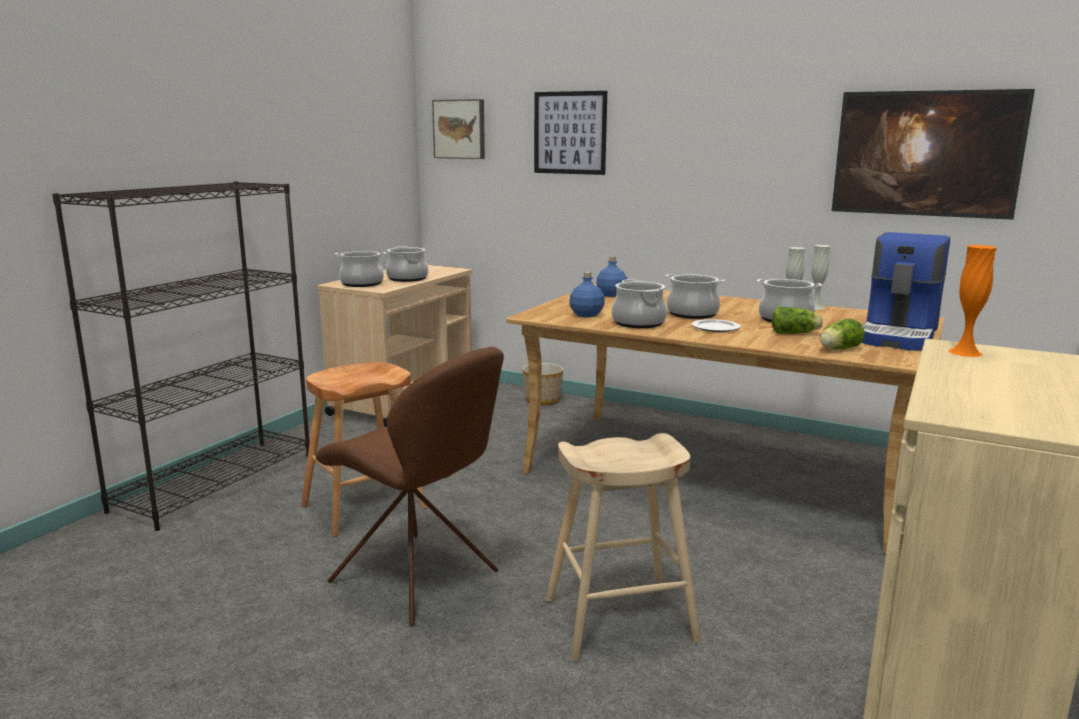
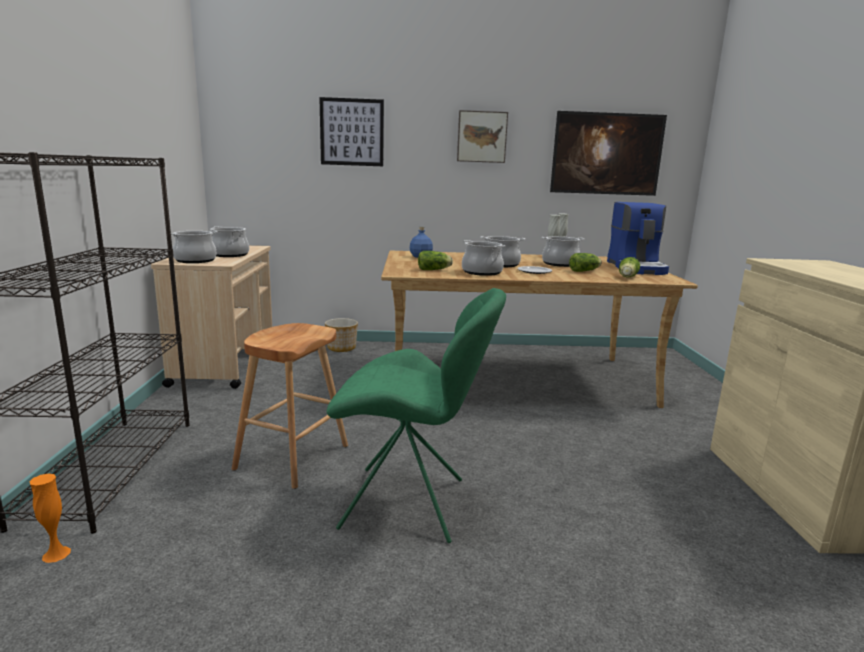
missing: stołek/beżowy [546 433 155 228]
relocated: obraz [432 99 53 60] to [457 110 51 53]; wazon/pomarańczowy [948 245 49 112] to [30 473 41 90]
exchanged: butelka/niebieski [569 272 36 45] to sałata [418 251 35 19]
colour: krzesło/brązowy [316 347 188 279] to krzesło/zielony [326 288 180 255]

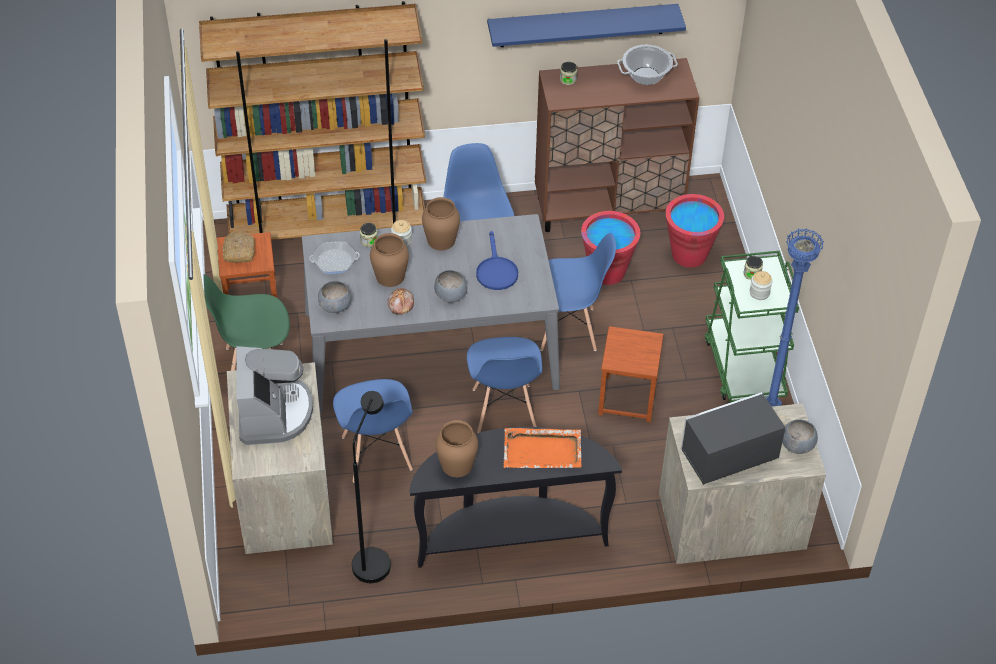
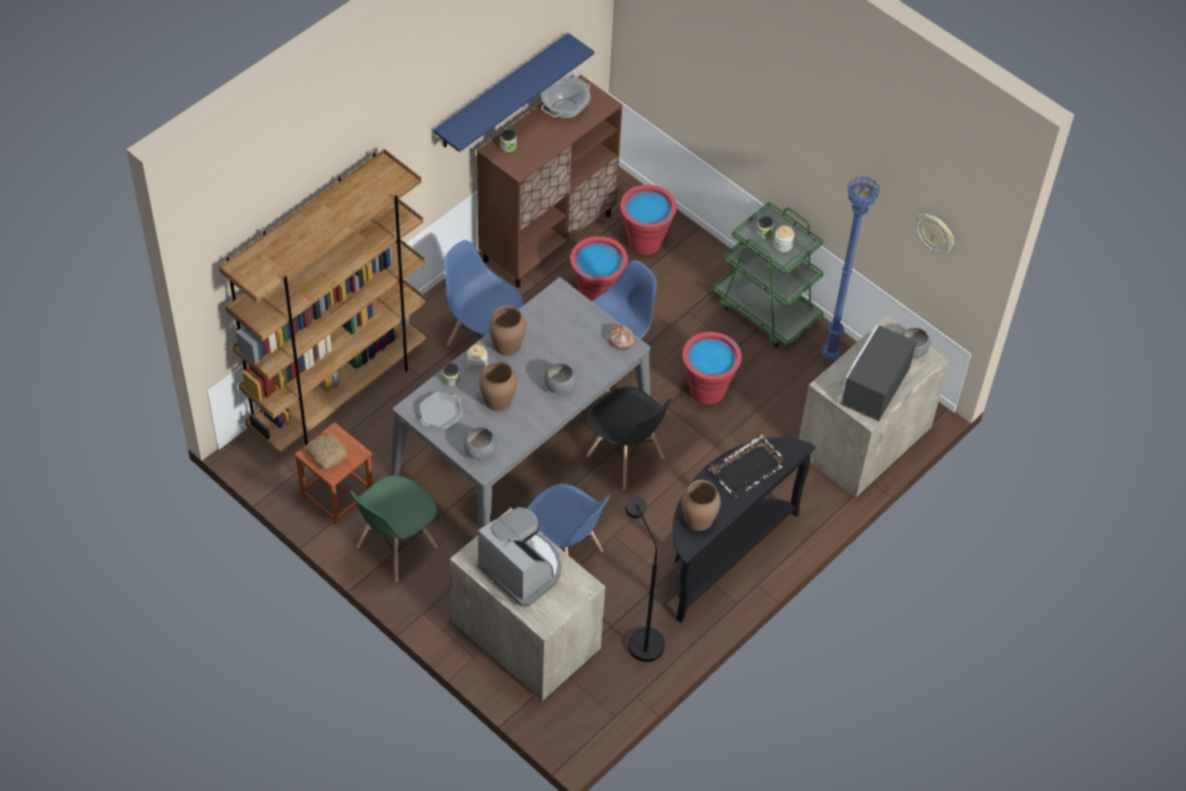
missing: patelnia/niebieski [476 231 42 59]
appeared: zegar ścienny [916 213 38 40]
relocated: chleb [388 288 26 27] to [608 325 27 25]
exchanged: stołek/brązowy [598 326 66 96] to wiadro/czerwony [683 332 59 72]
colour: krzesło/niebieski [467 337 75 96] to krzesło/czarny [586 386 86 104]; taca/pomarańczowy [503 428 79 40] to taca/czarny [708 434 81 65]

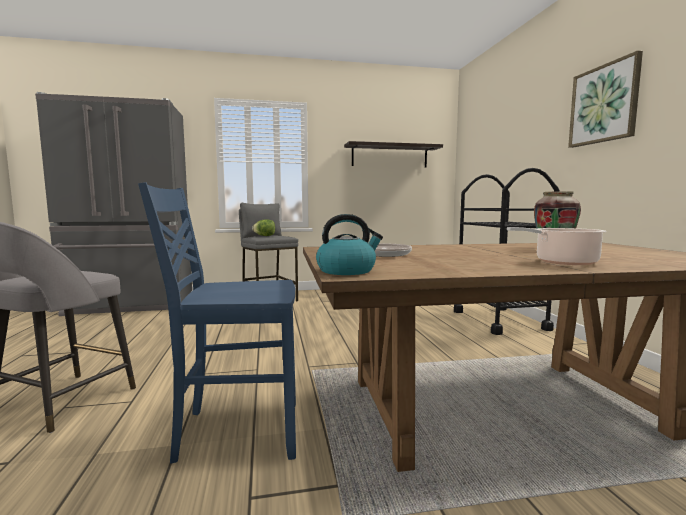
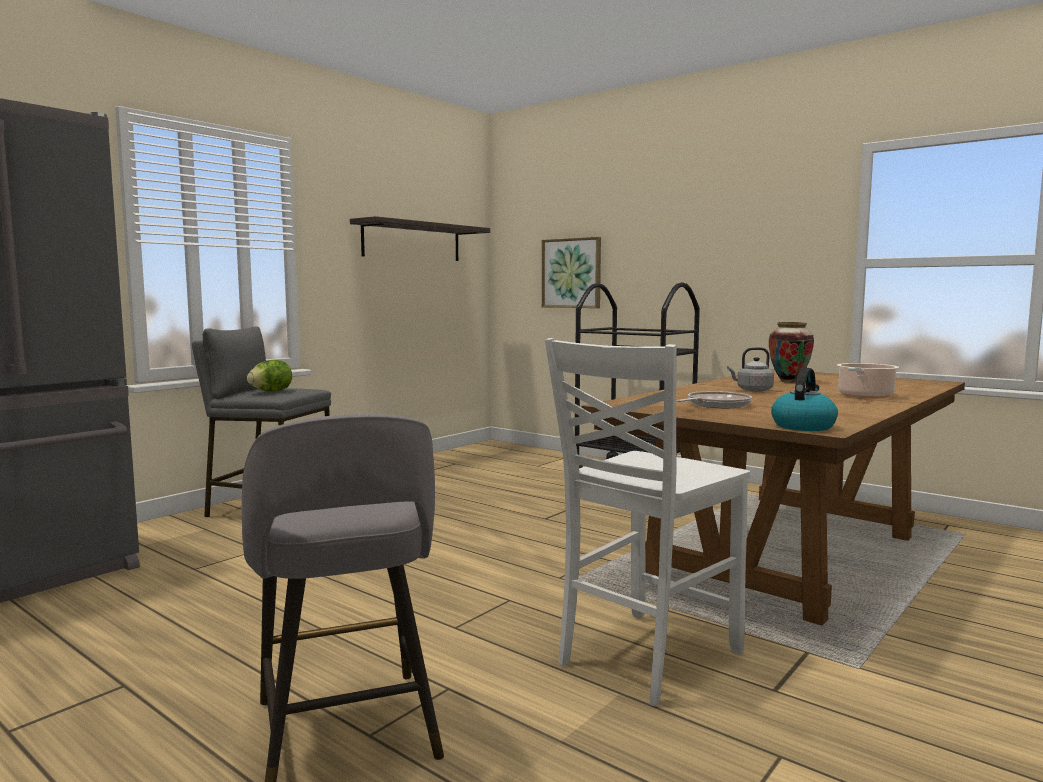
appeared: czajnik/szary [727 347 47 45]
relocated: obraz [568 50 75 98] to [542 237 59 71]
colour: krzesło/niebieski [138 182 158 282] to krzesło/biały [545 338 205 369]

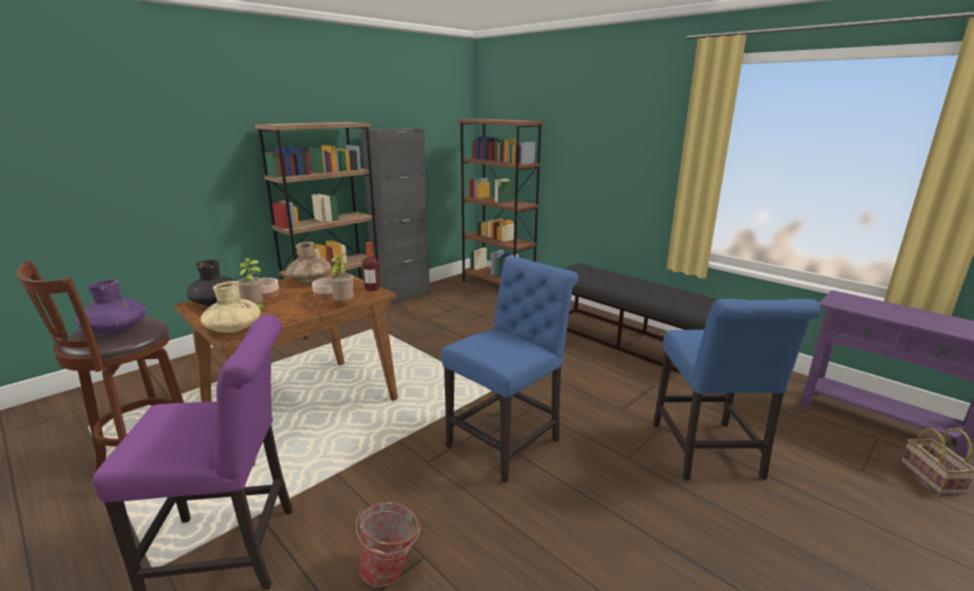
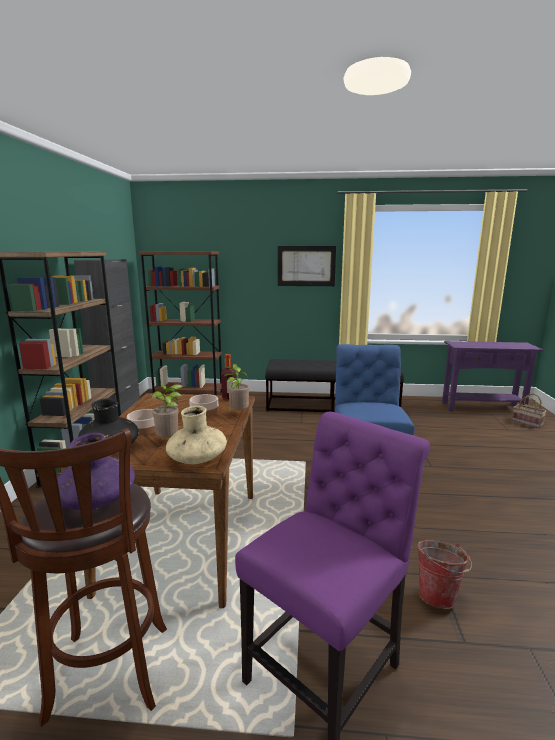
missing: wazon/brązowy [286 242 45 41]; krzesło/niebieski [653 299 168 181]
appeared: obraz [278 246 58 40]

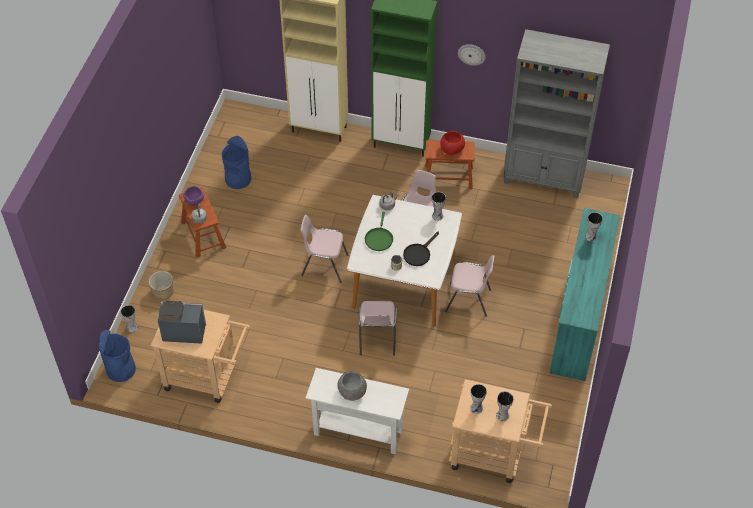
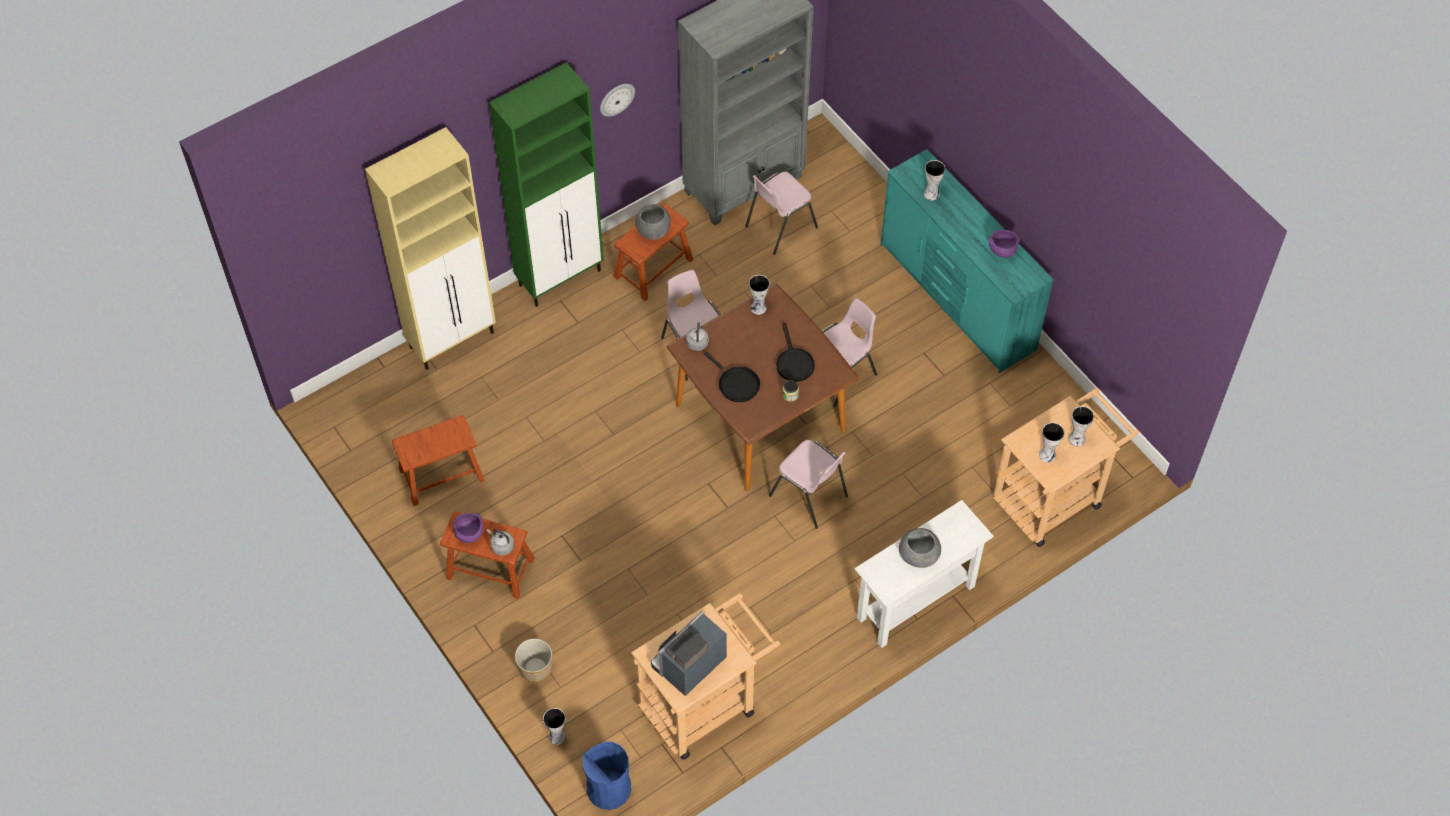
appeared: miska/fioletowy [988 230 32 28]
relocated: krzesło/różowy [301 215 48 68] to [745 172 73 83]
exchanged: kosz na śmieci/niebieski [222 136 29 53] to stołek/brązowy [392 415 92 91]
colour: stół jadalny/biały [347 195 115 132] to stół jadalny/brązowy [667 283 192 208]; patelnia/zielony [365 212 28 39] to patelnia/czarny [704 352 56 50]; miska/czerwony [440 131 25 24] to miska/szary [635 204 36 36]

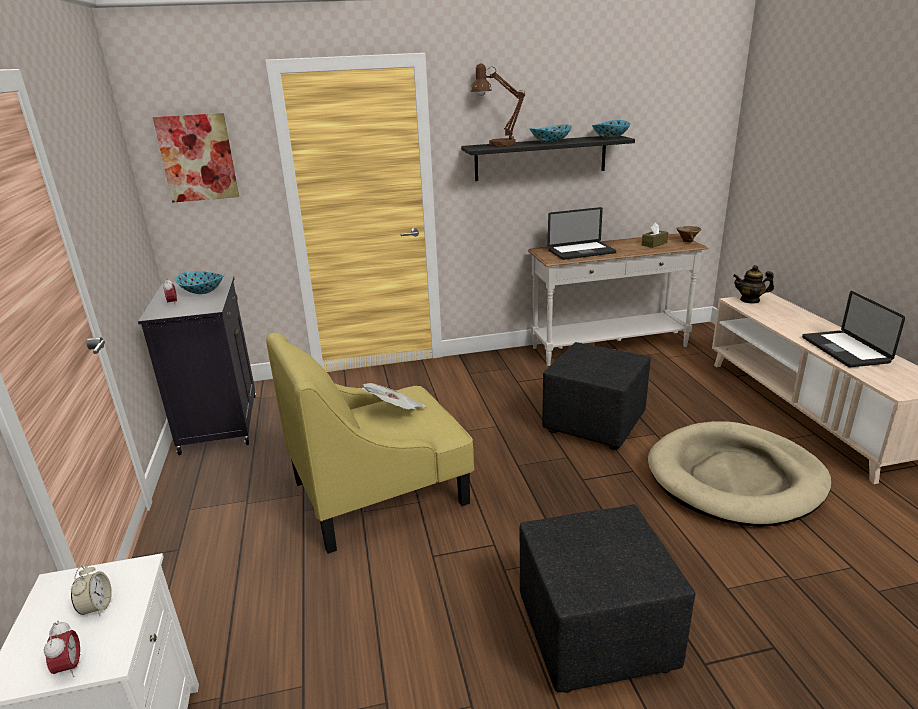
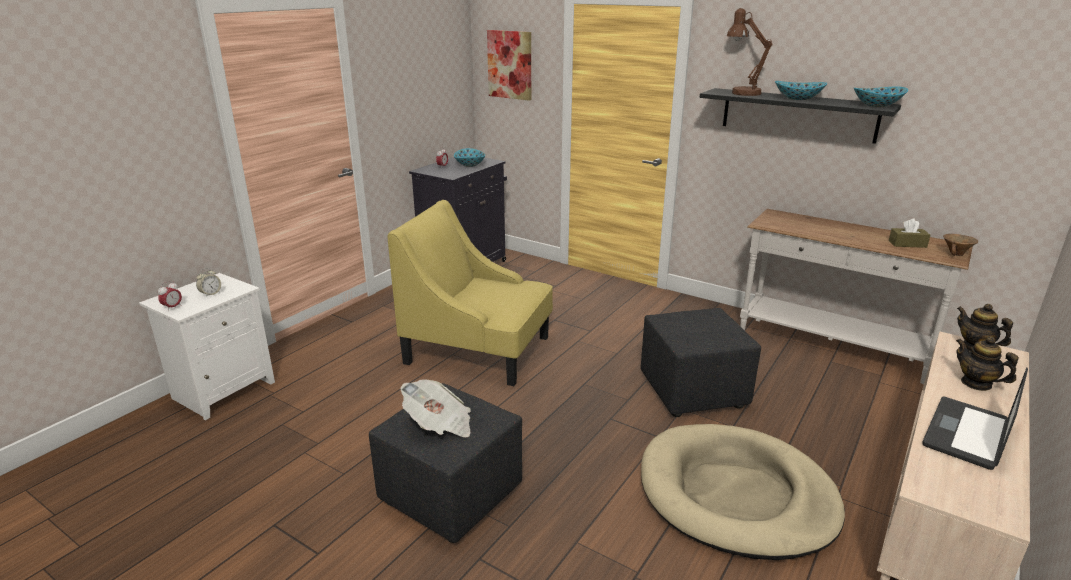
missing: laptop [548 207 68 53]
appeared: imbryk [956 336 63 55]
relocated: gazeta [361 383 66 27] to [401 379 70 59]

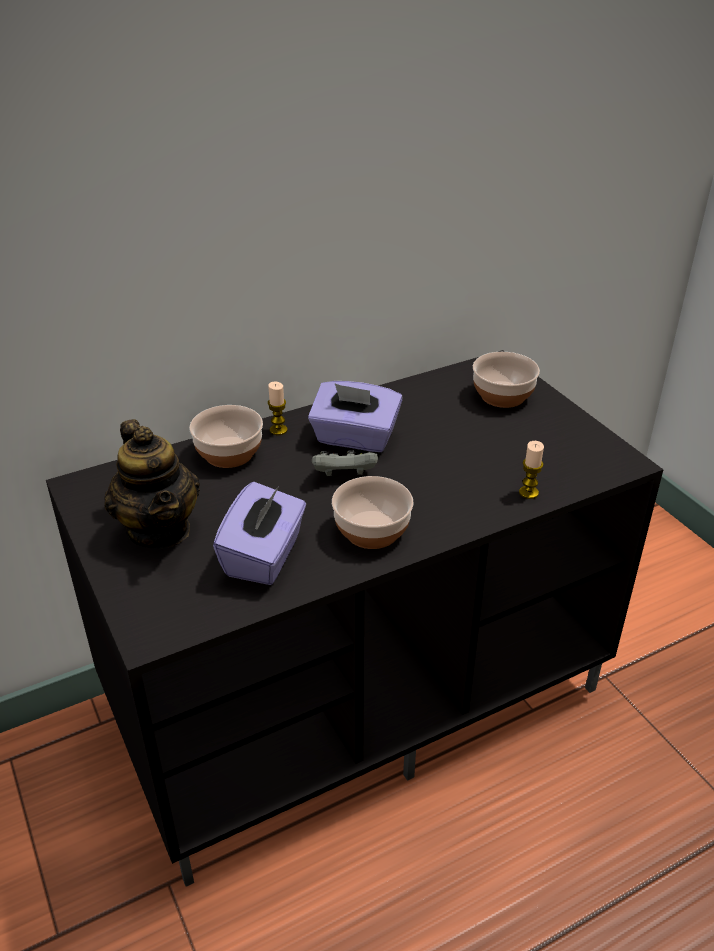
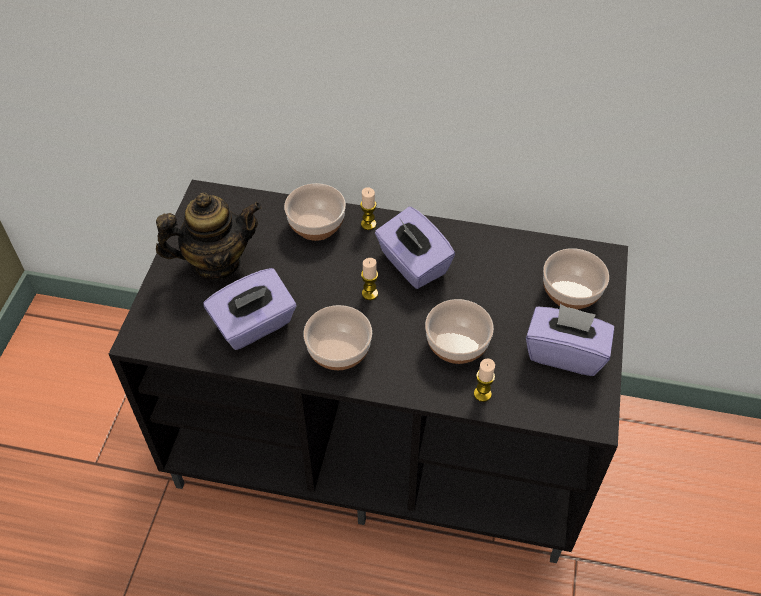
appeared: miska [425 299 69 65]; pudełko chusteczek/fioletowy [526 304 88 72]
exchanged: pad do gier/szary [312 450 66 26] to świeca [361 258 17 42]
spun: imbryk [104 419 96 130] = [156 193 106 87] 120 degrees counterclockwise

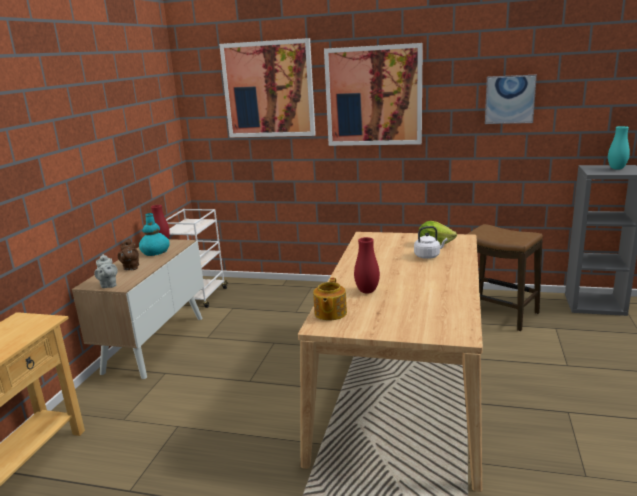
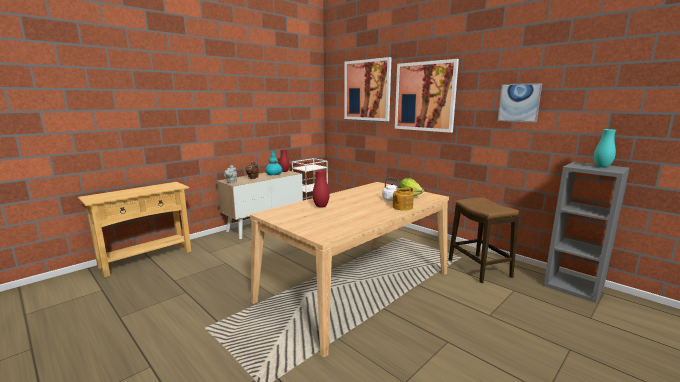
relocated: imbryk [313 278 34 42] to [393 187 21 24]

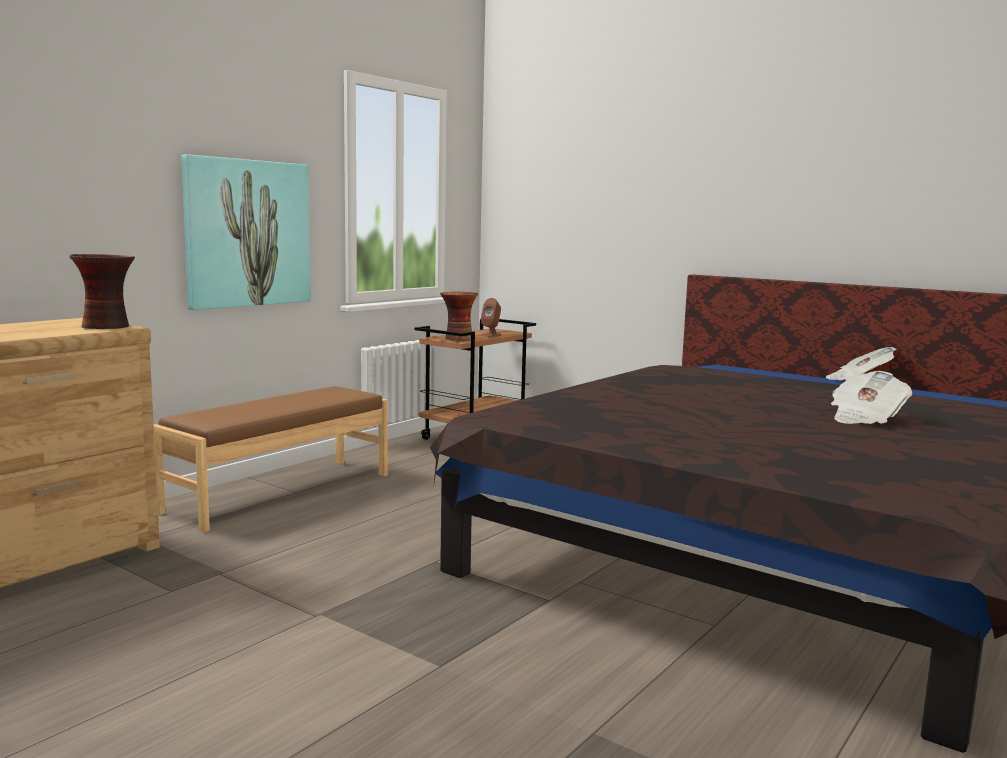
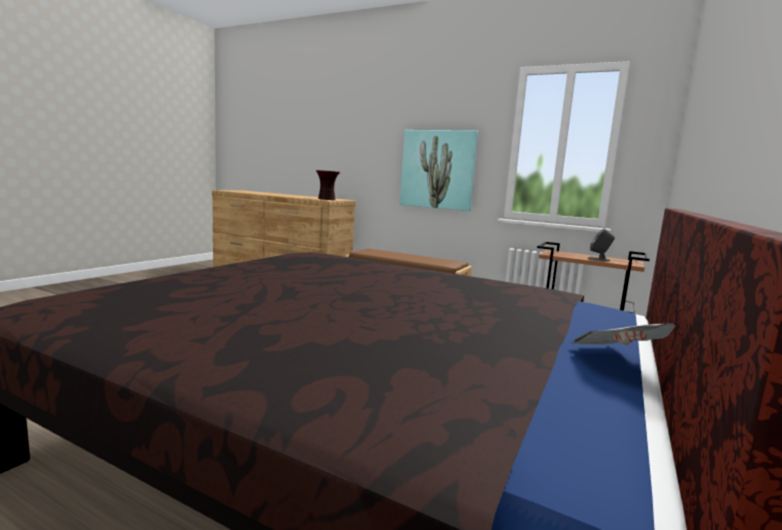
missing: wazon [440 291 38 50]; gazeta [831 371 81 53]
colour: głośnik/brązowy [481 298 20 39] to głośnik/szary [588 229 27 32]

